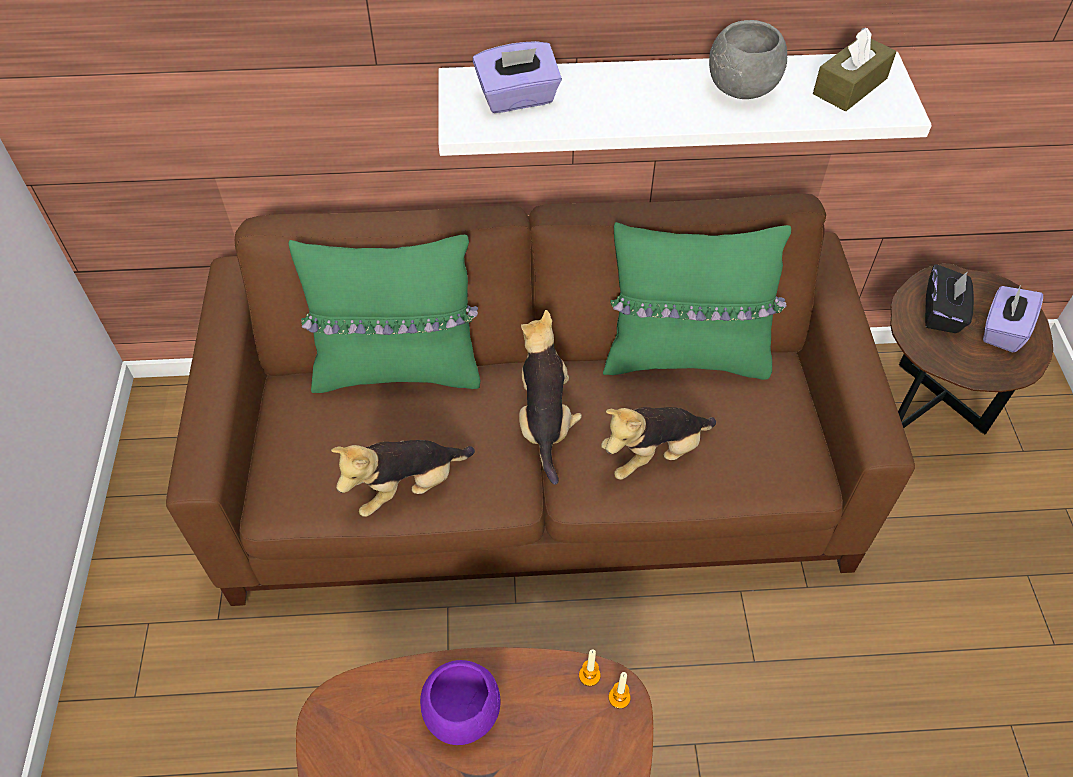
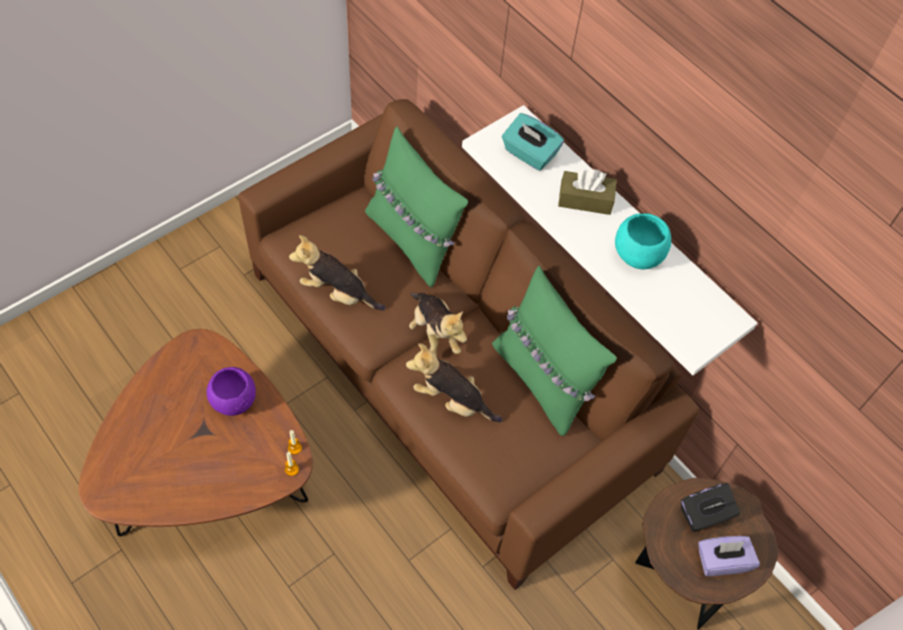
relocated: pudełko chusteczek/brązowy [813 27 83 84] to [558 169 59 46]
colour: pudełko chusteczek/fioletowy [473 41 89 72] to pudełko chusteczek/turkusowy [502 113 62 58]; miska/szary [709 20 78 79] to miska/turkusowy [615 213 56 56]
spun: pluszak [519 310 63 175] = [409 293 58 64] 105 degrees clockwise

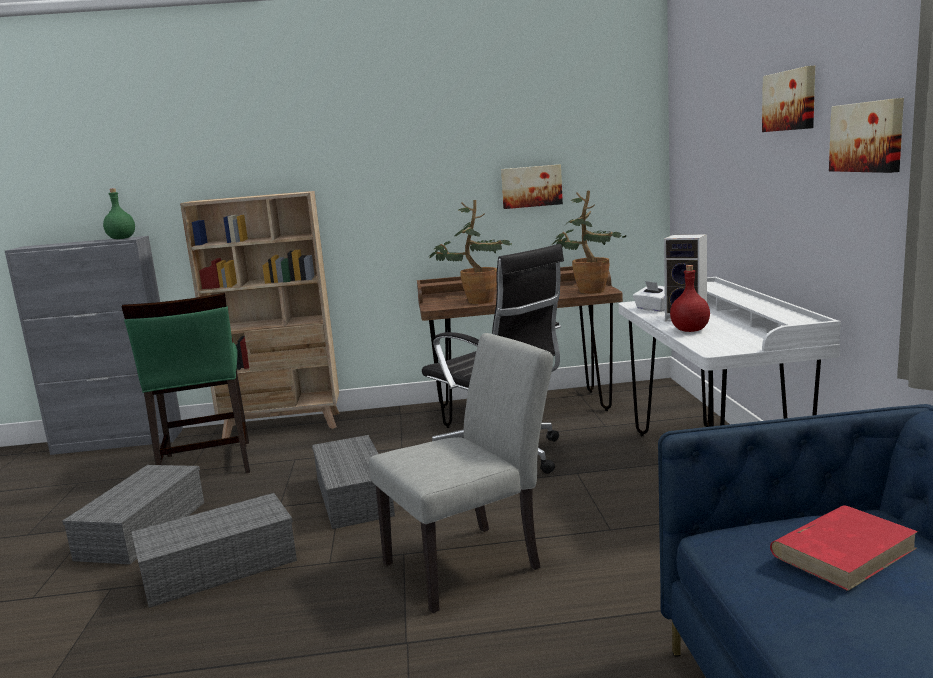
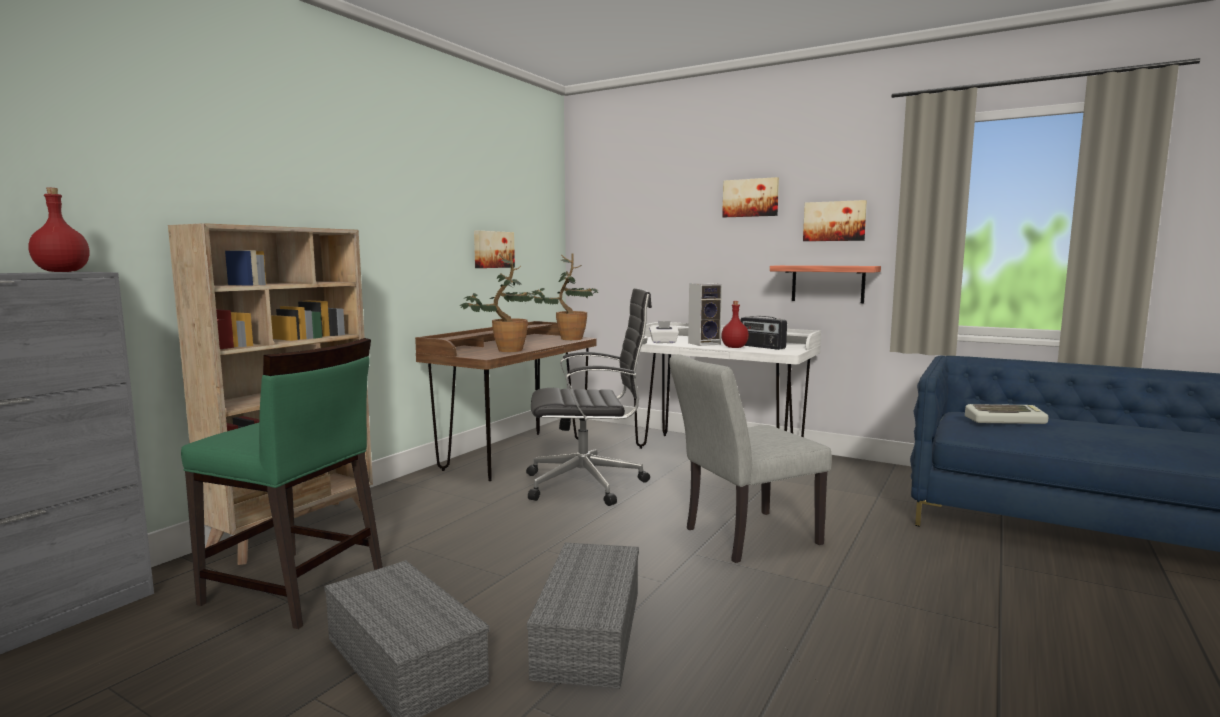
missing: pojemnik do przechowywania/szary [312 435 83 94]
appeared: radio [740 316 47 34]; półka [770 265 111 38]
exchanged: książka/czerwony [770 505 148 86] to klawiatura [965 404 84 20]
colour: butelka/zielony [103 188 32 51] to butelka/czerwony [28 188 61 84]
spun: krzesło/szary [369 333 184 280] = [669 354 163 209] 120 degrees counterclockwise

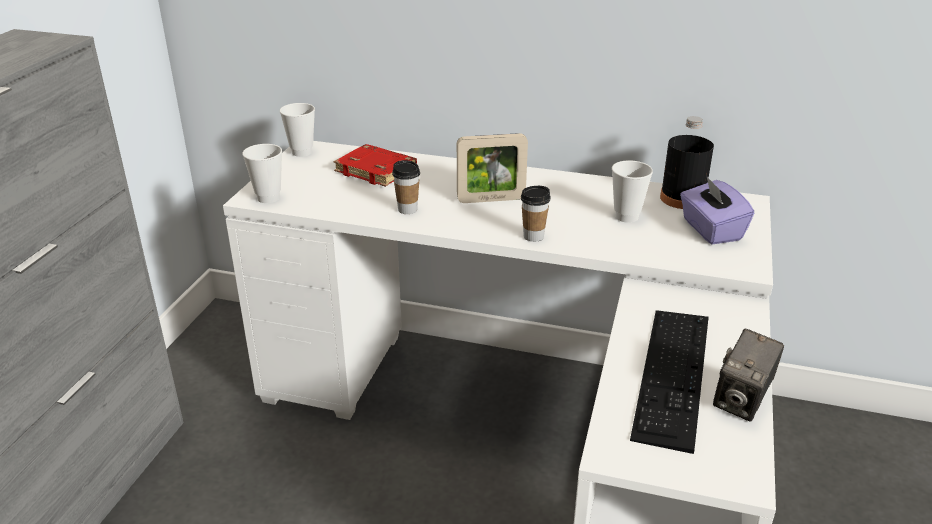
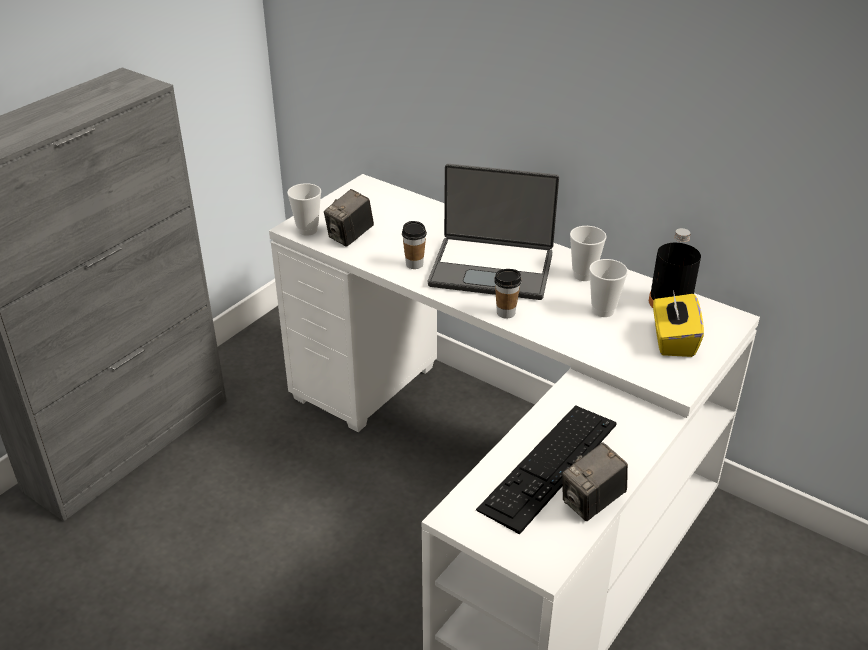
missing: książka/czerwony [334 144 83 43]
appeared: aparat fotograficzny [324 189 50 58]
relocated: filiżanka [280 103 35 54] to [570 226 36 55]
exchanged: ramka na zdjęcie [457 133 71 70] to laptop [428 164 131 136]
colour: pudełko chusteczek/fioletowy [680 175 74 70] to pudełko chusteczek/żółty [653 289 51 68]

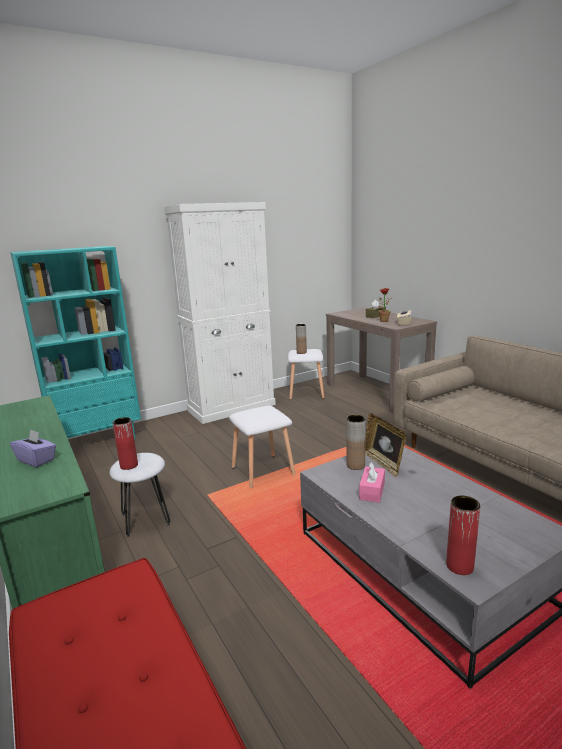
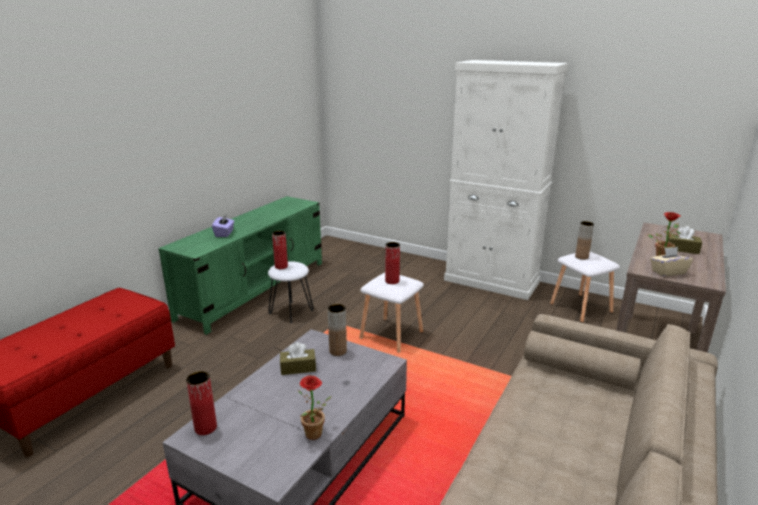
missing: regał/turkusowy [10 246 131 193]; ramka na zdjęcie [365 413 41 64]
appeared: roślina doniczkowa [298 375 33 65]; wazon/czerwony [385 242 15 42]
colour: pudełko chusteczek/różowy [359 462 26 41] to pudełko chusteczek/brązowy [280 342 36 33]

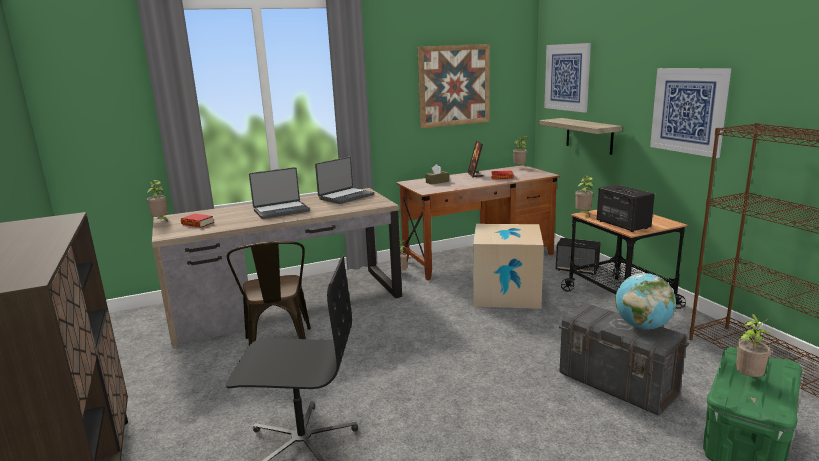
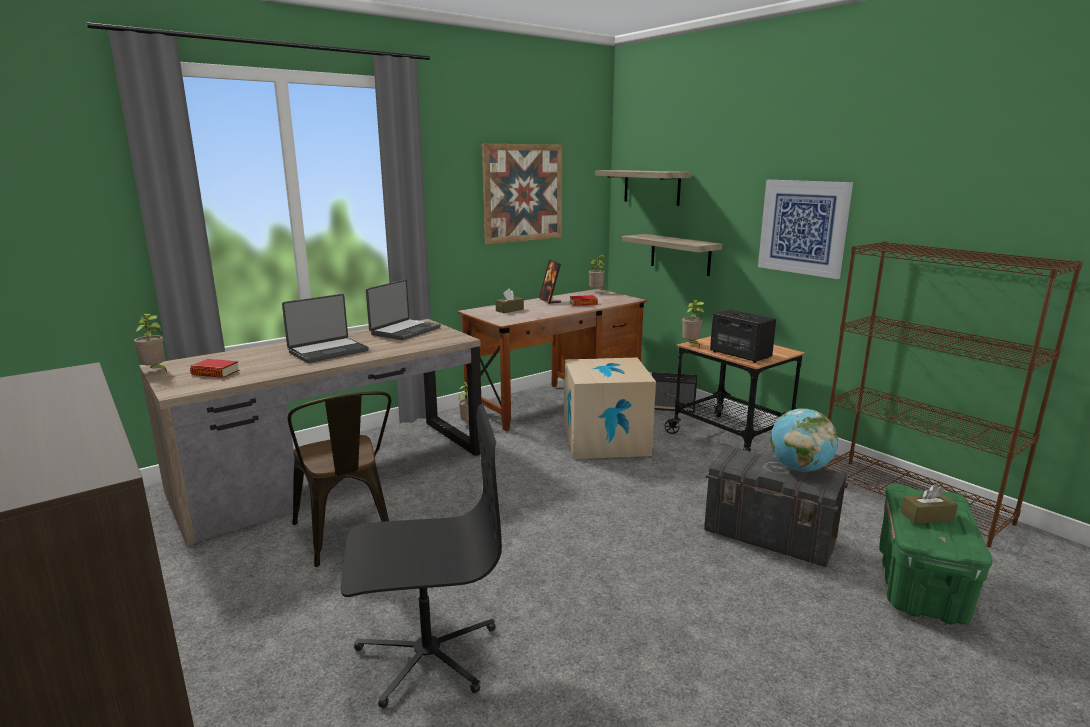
exchanged: obraz [544 43 47 70] to półka [595 170 96 36]; roślina doniczkowa [736 314 36 63] to pudełko chusteczek/brązowy [900 484 58 40]

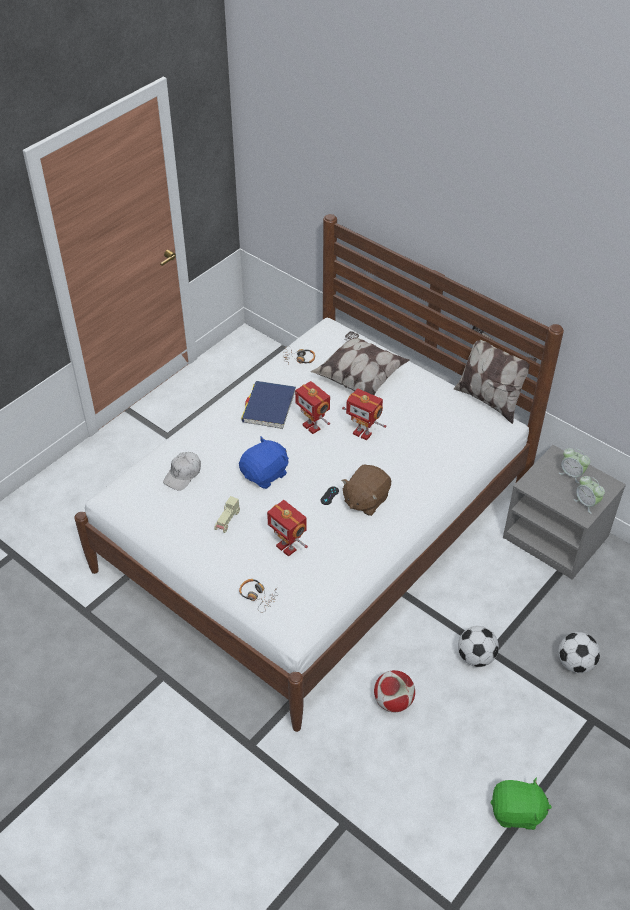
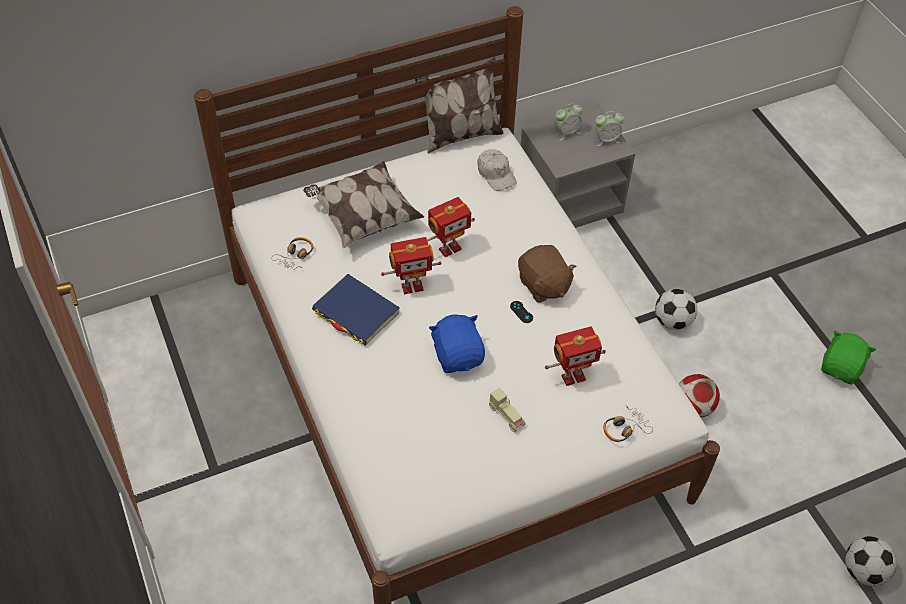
relocated: czapka z daszkiem/biały [163 452 38 39] to [478 149 39 42]; piłka futbolowa [558 632 42 41] to [845 536 52 50]

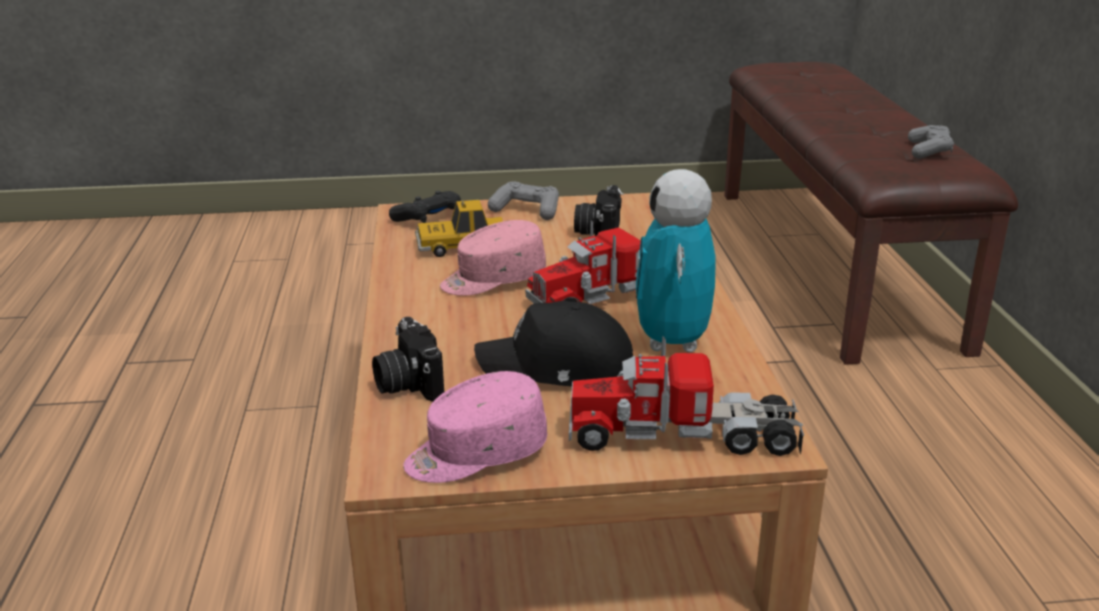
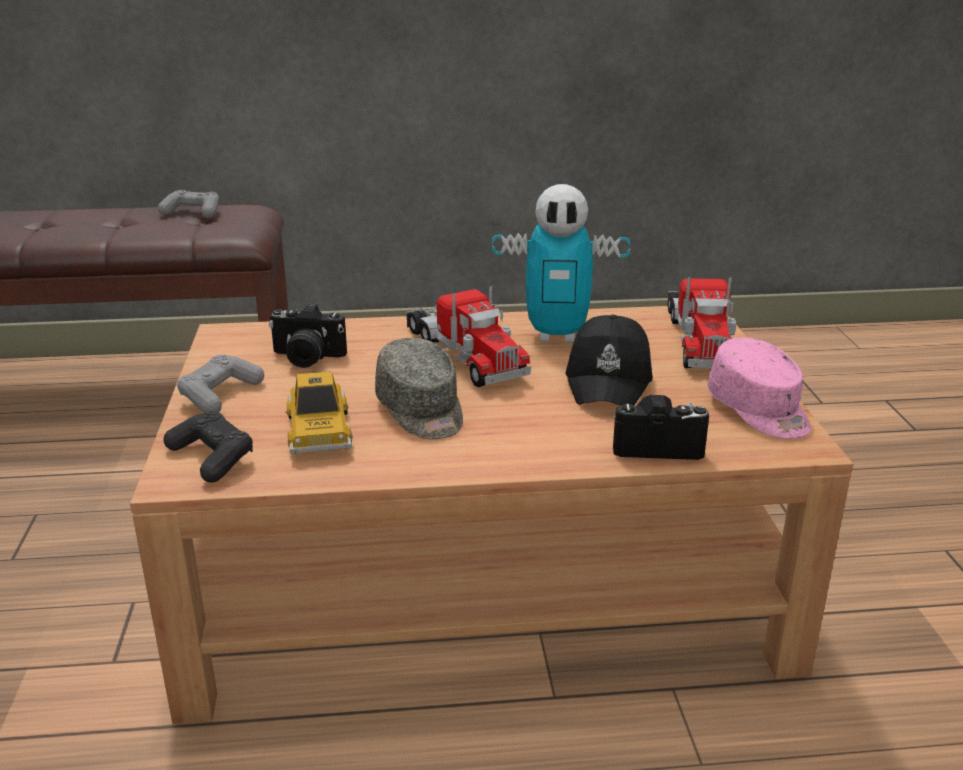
colour: czapka z daszkiem/różowy [440 220 106 76] to czapka z daszkiem/szary [375 338 88 101]
spun: aparat fotograficzny [372 317 72 85] = [613 395 96 65] 150 degrees counterclockwise

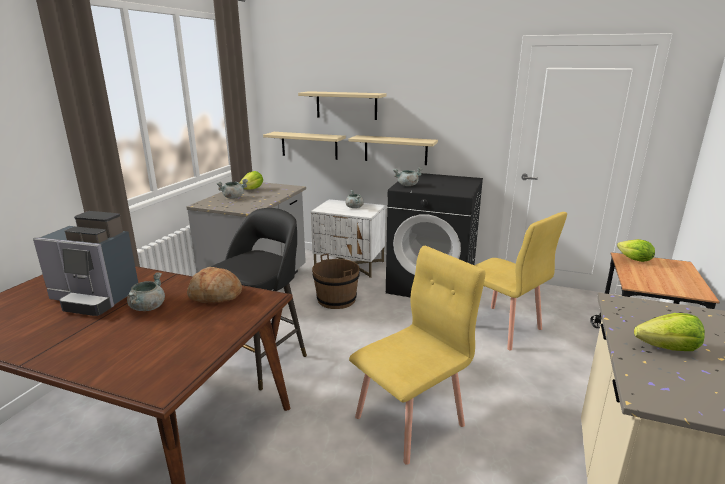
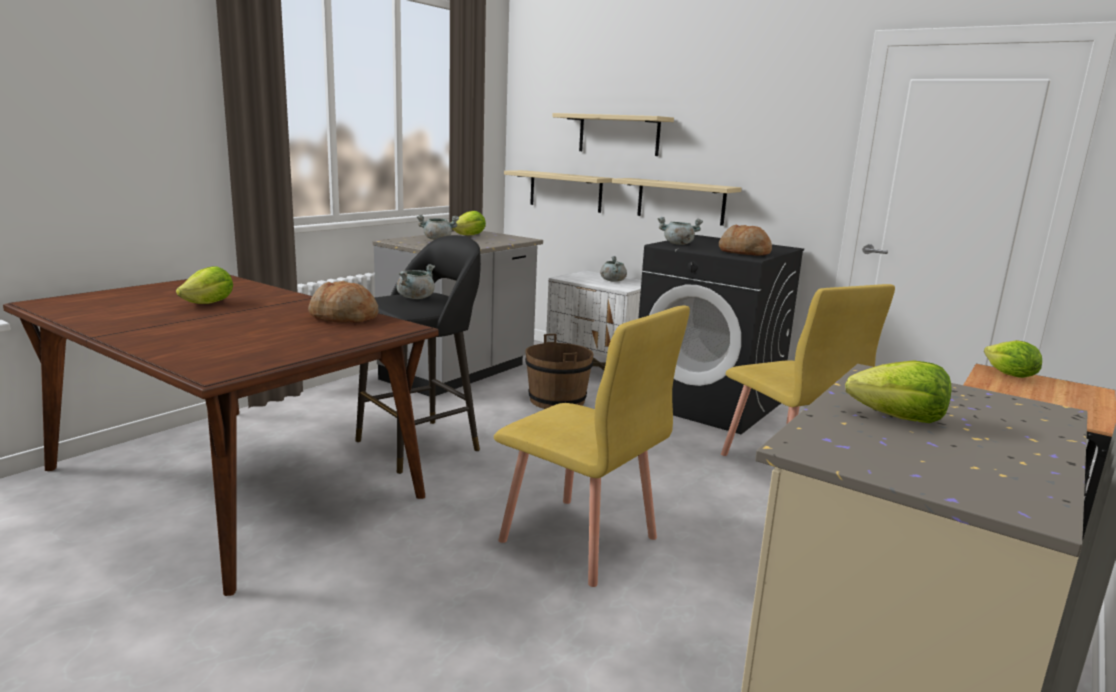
appeared: chleb [719 225 53 31]
relocated: garnek/szary [127 272 38 39] to [397 264 38 35]
exchanged: ekspres do kawy [33 211 105 105] to sałata [176 266 57 38]
spun: krzesło/żółty [349 246 136 219] = [494 305 196 282] 60 degrees clockwise

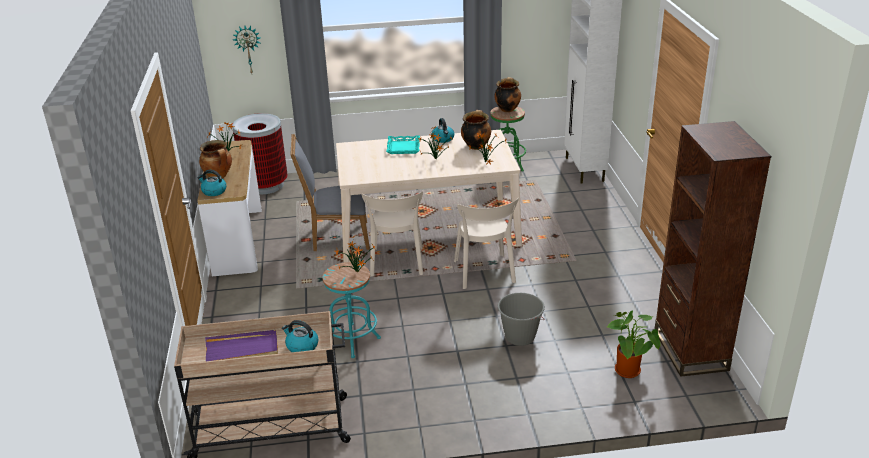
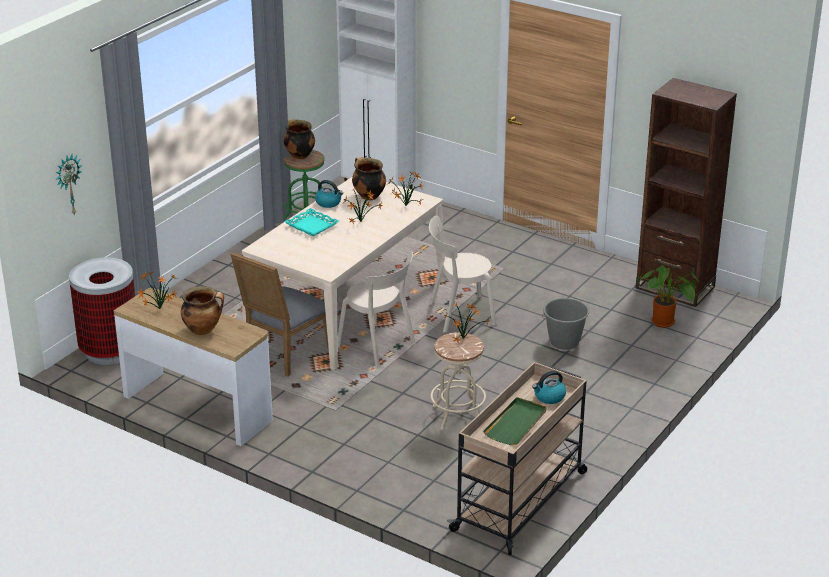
missing: czajnik [197 170 30 26]
colour: taca/fioletowy [205 330 73 31] to taca/zielony [483 397 64 48]; stołek/turkusowy [322 262 59 96] to stołek/beżowy [431 332 55 98]
spun: krzesło/beżowy [454 198 65 91] = [429 216 67 117] 135 degrees clockwise

